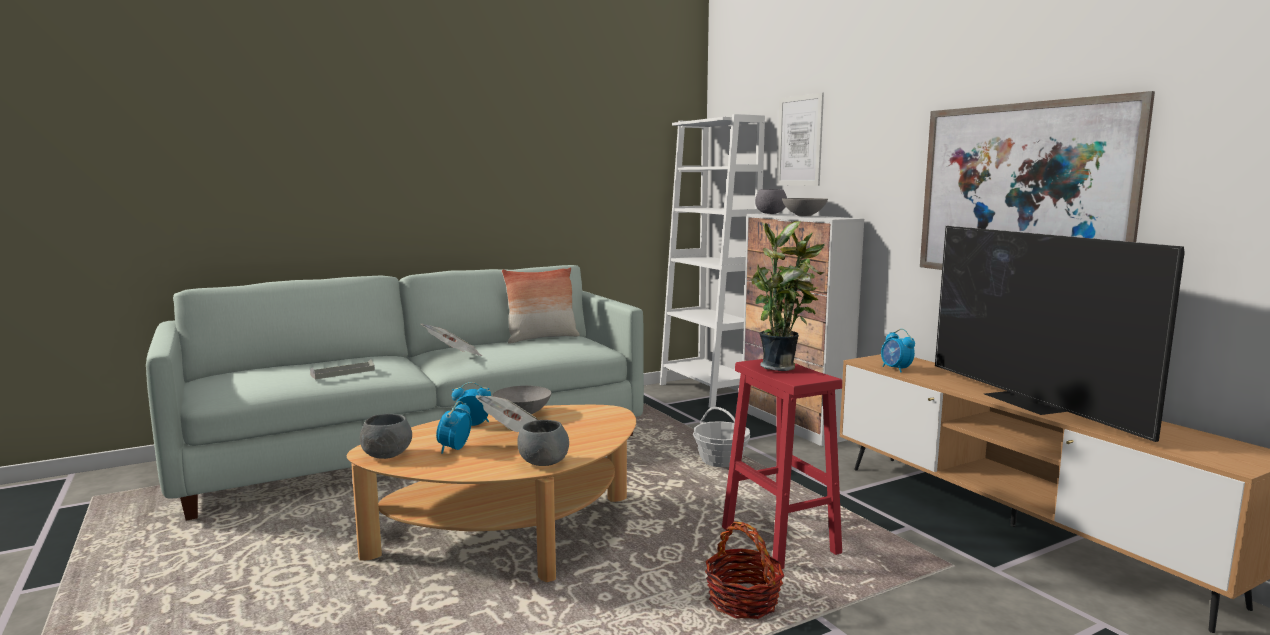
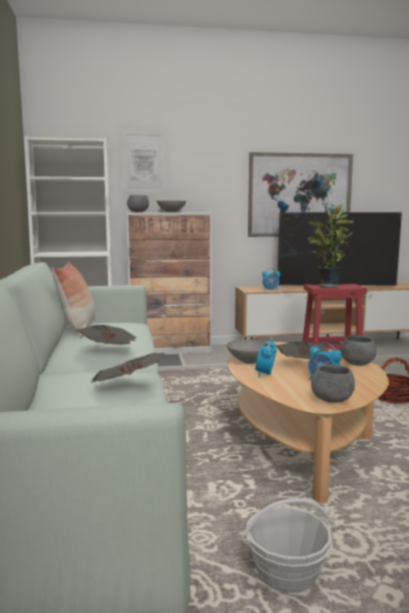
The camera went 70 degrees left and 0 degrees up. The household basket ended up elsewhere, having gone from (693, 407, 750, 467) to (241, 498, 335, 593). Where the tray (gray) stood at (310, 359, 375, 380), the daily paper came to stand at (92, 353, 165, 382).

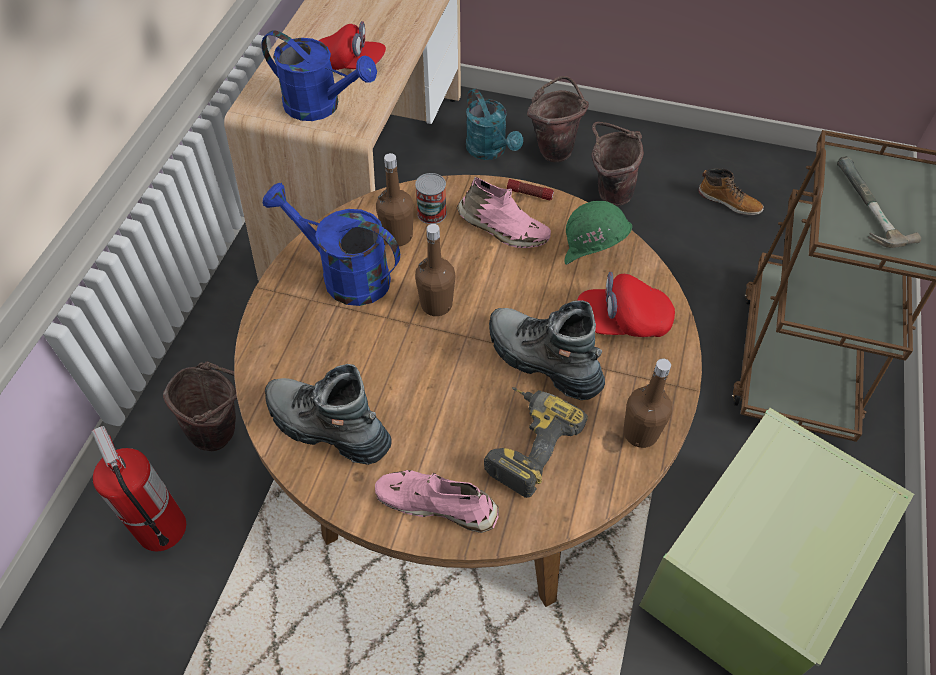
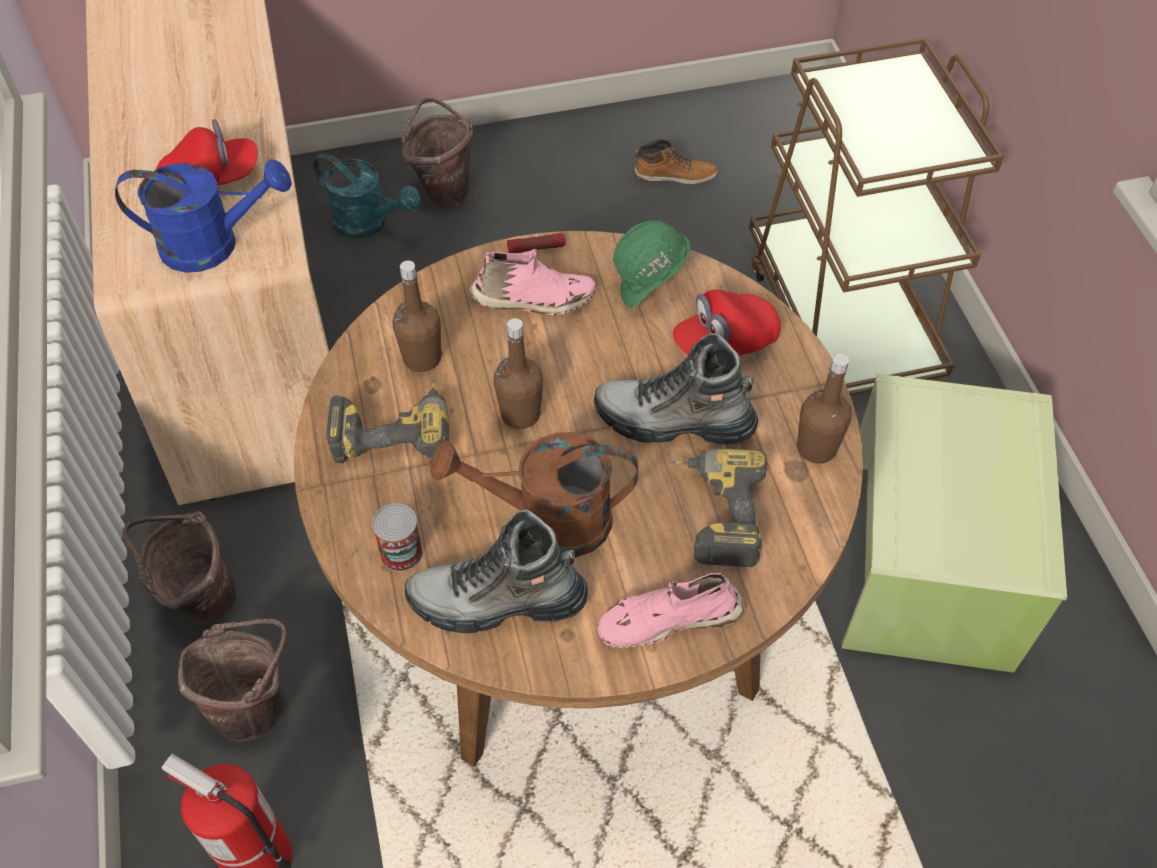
The camera went 30 degrees left and 0 degrees up. The second view lost the tool hammer at (837, 156, 921, 248). The second view gained the watering pot (brown-coloured) at (430, 432, 638, 557). The can ended up elsewhere, having gone from (415, 173, 447, 224) to (372, 503, 423, 572). The pail (brown-coloured) ended up elsewhere, having gone from (591, 122, 644, 206) to (122, 511, 237, 622). Where the watering pot (blue-coloured) stood at (263, 183, 400, 306), the drill came to stand at (326, 378, 449, 463).

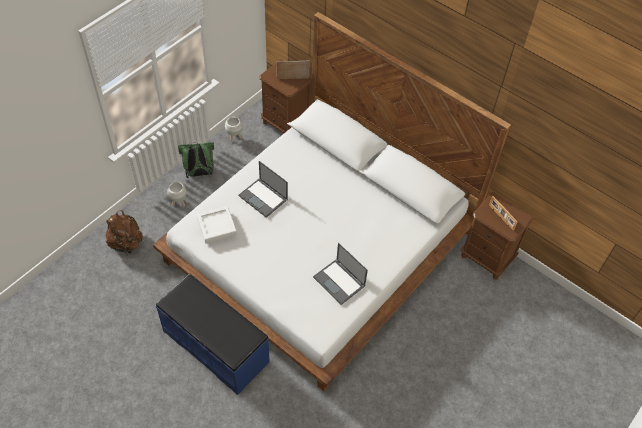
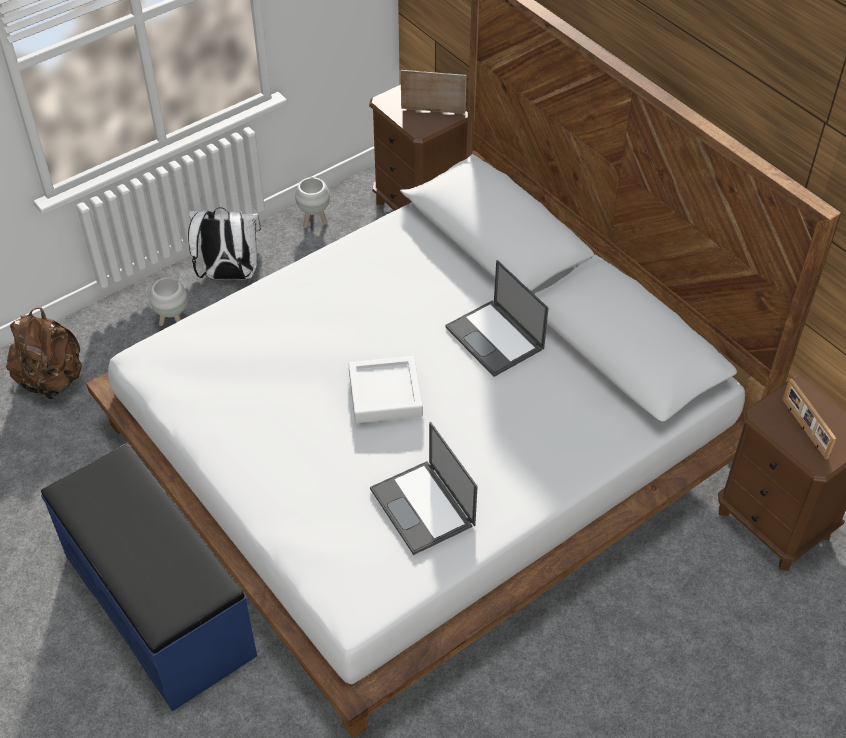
The camera went 15 degrees right and 5 degrees down. The tray (white-coloured) ended up elsewhere, having gone from (197, 206, 237, 244) to (348, 356, 423, 423). The laptop ended up elsewhere, having gone from (239, 161, 288, 218) to (445, 260, 548, 377). What was the backpack (green-coloured) at (178, 142, 214, 178) turned into the backpack (white-coloured) at (188, 207, 261, 279).

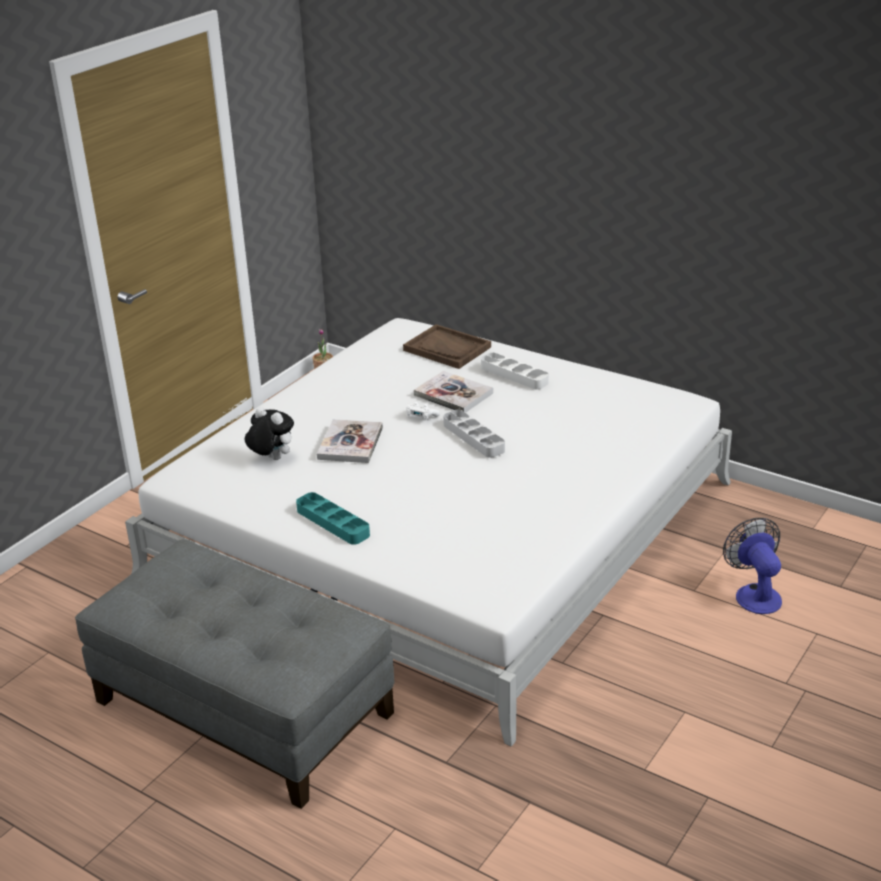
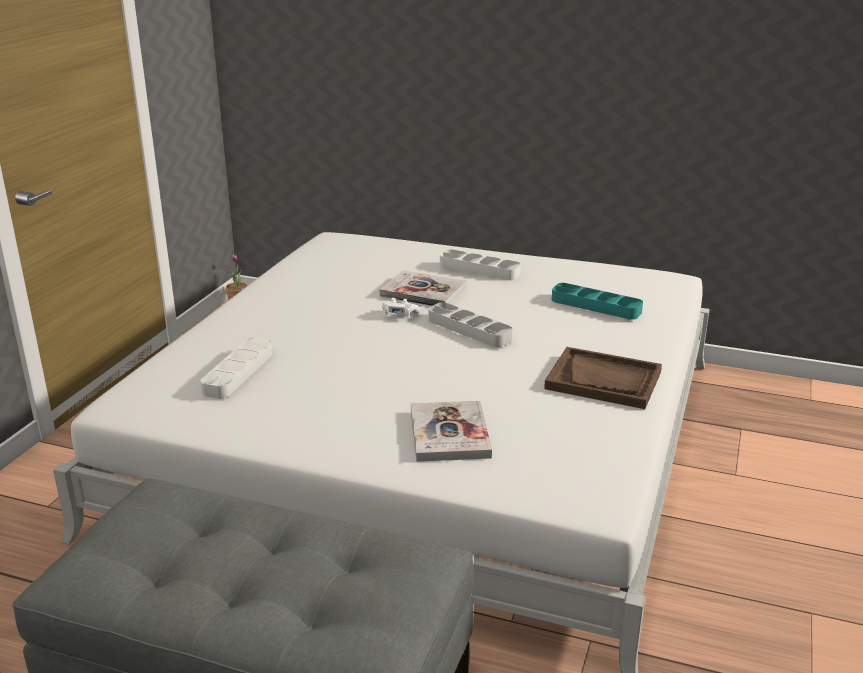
The camera went 15 degrees left and 5 degrees down. The second view lost the electric fan at (723, 518, 782, 614). The tray (turquoise-coloured) ended up elsewhere, having gone from (296, 492, 370, 545) to (552, 283, 643, 320). The book ended up elsewhere, having gone from (317, 419, 383, 463) to (411, 401, 492, 462). The tray (brown-coloured) ended up elsewhere, having gone from (403, 324, 491, 369) to (544, 347, 662, 409). Where the soft toy stood at (245, 407, 294, 460), the tray (white-coloured) came to stand at (200, 338, 272, 399).

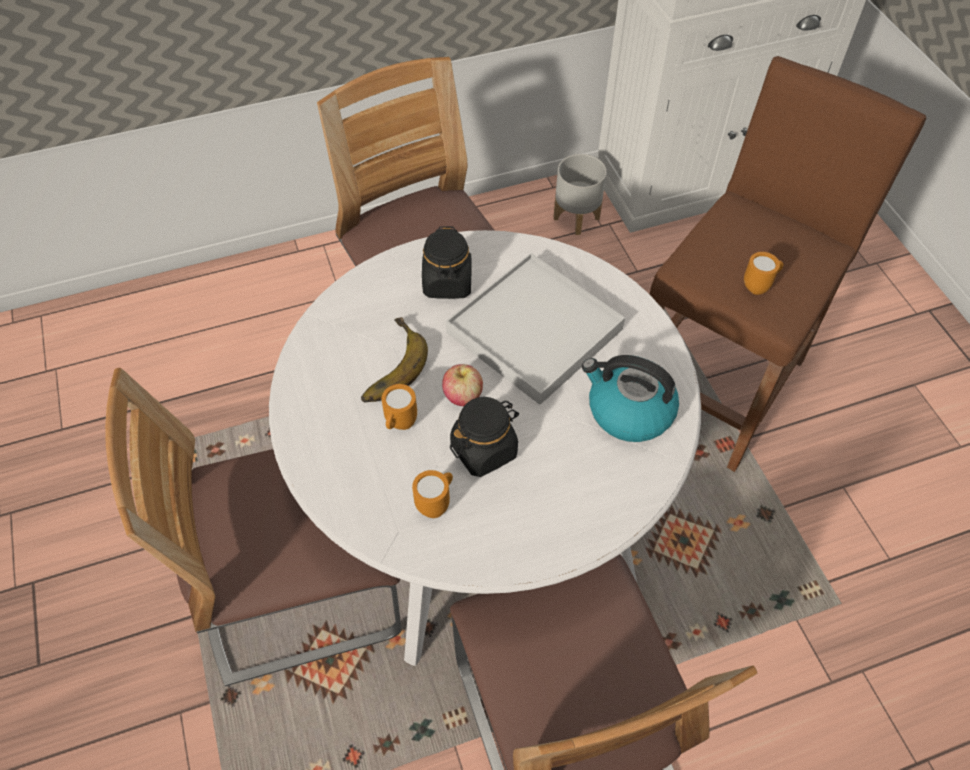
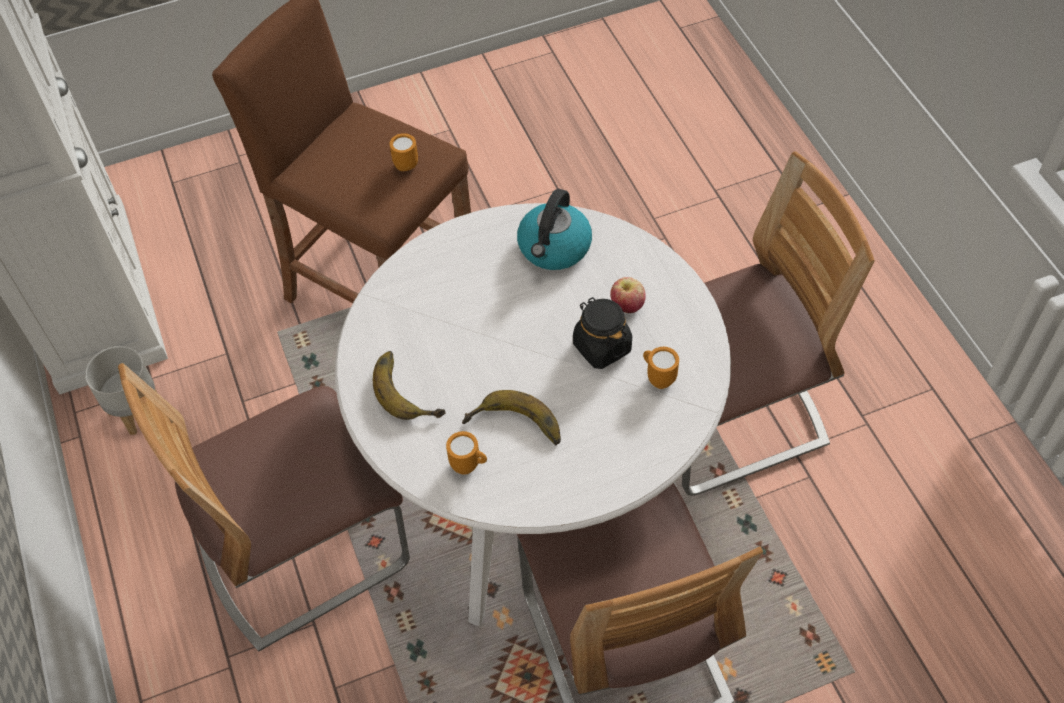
The camera went 90 degrees left and 0 degrees up. The second view lost the tray (white-coloured) at (446, 253, 625, 405). The coffee mug (orange) ended up elsewhere, having gone from (382, 384, 417, 430) to (446, 431, 487, 475). The apple ended up elsewhere, having gone from (442, 364, 483, 406) to (610, 277, 646, 313). Where the jar (black) stood at (422, 226, 472, 299), the banana came to stand at (373, 351, 446, 420).

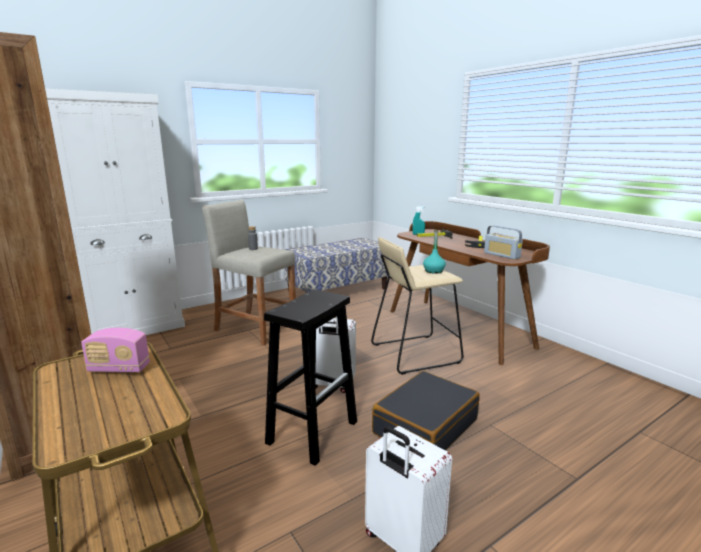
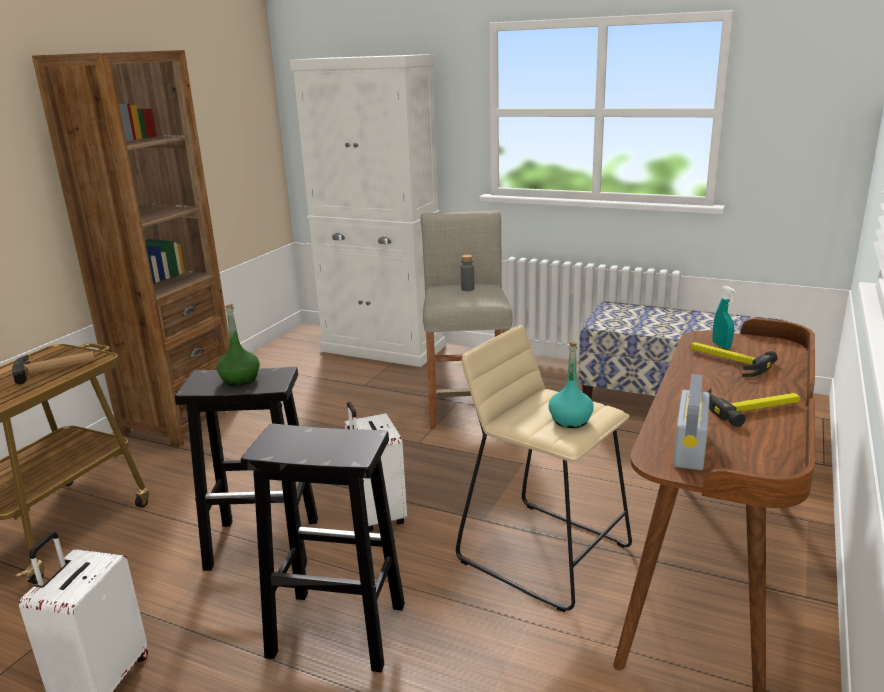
The camera went 60 degrees right and 5 degrees up. The second view gained the beverage bottle (green-coloured) at (216, 304, 260, 386). Where the radio set stood at (81, 328, 150, 372), the tool hammer came to stand at (12, 351, 95, 385). Where the travel case (black) stood at (372, 371, 480, 451), the sitting stool (black) came to stand at (241, 424, 405, 672).

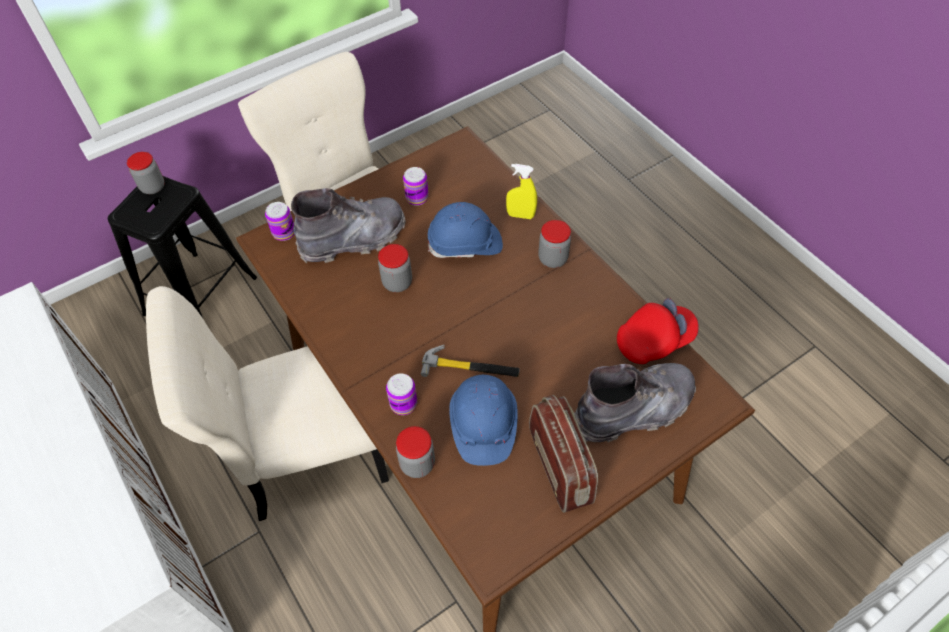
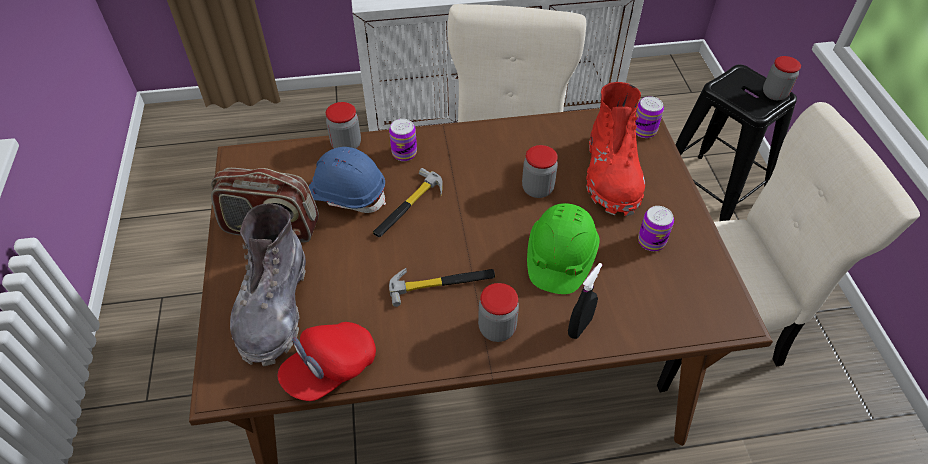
The camera went 115 degrees right and 5 degrees down. The second view gained the tool hammer at (389, 268, 495, 307). What was the tall boot (gray) at (291, 188, 406, 263) turned into the tall boot (reddish) at (586, 82, 645, 216). What was the hard hat (blue-coloured) at (428, 202, 503, 258) turned into the hard hat (green-coloured) at (527, 203, 600, 294). What was the hand sprayer (yellowish) at (506, 164, 537, 219) turned into the hand sprayer (black) at (568, 263, 602, 339). The cap (reddish) at (617, 298, 699, 364) ended up facing another way, 45 degrees clockwise from before.

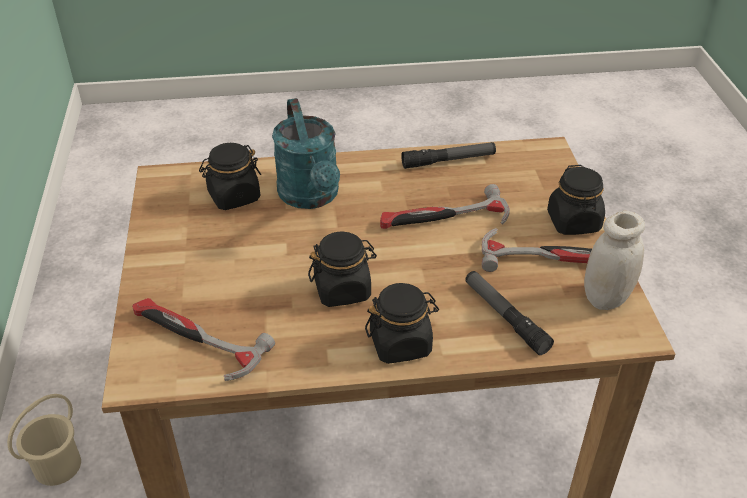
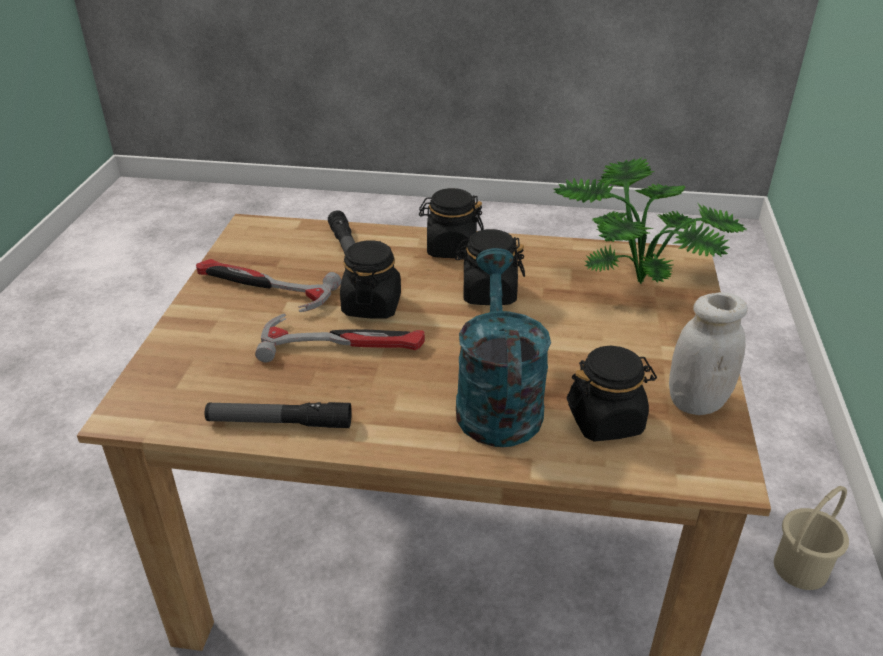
The camera went 165 degrees left and 5 degrees down. The jar (black) ended up elsewhere, having gone from (547, 165, 605, 235) to (340, 240, 401, 319). The jar (white-coloured) ended up elsewhere, having gone from (584, 211, 645, 310) to (669, 292, 748, 415). Where the tool hammer stood at (132, 298, 275, 381), the plant in a pot came to stand at (554, 158, 746, 284).

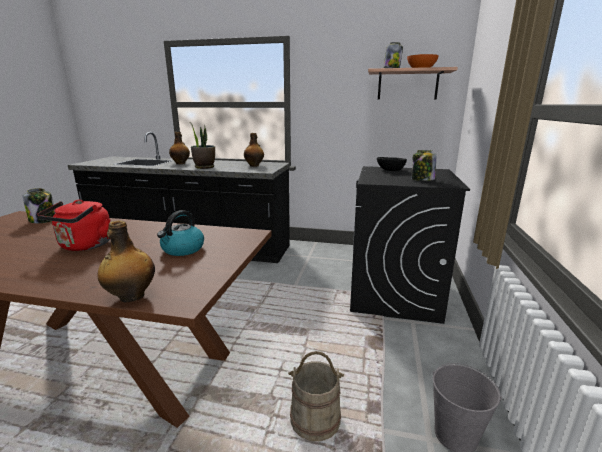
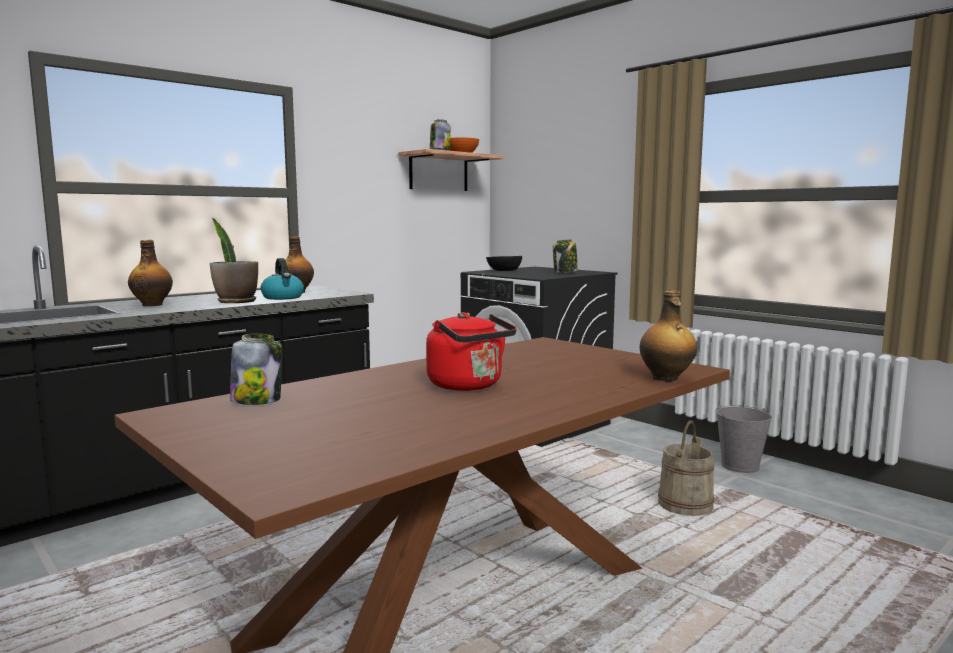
The camera went 55 degrees left and 10 degrees down. The tea kettle ended up elsewhere, having gone from (157, 210, 204, 256) to (261, 258, 304, 300).

